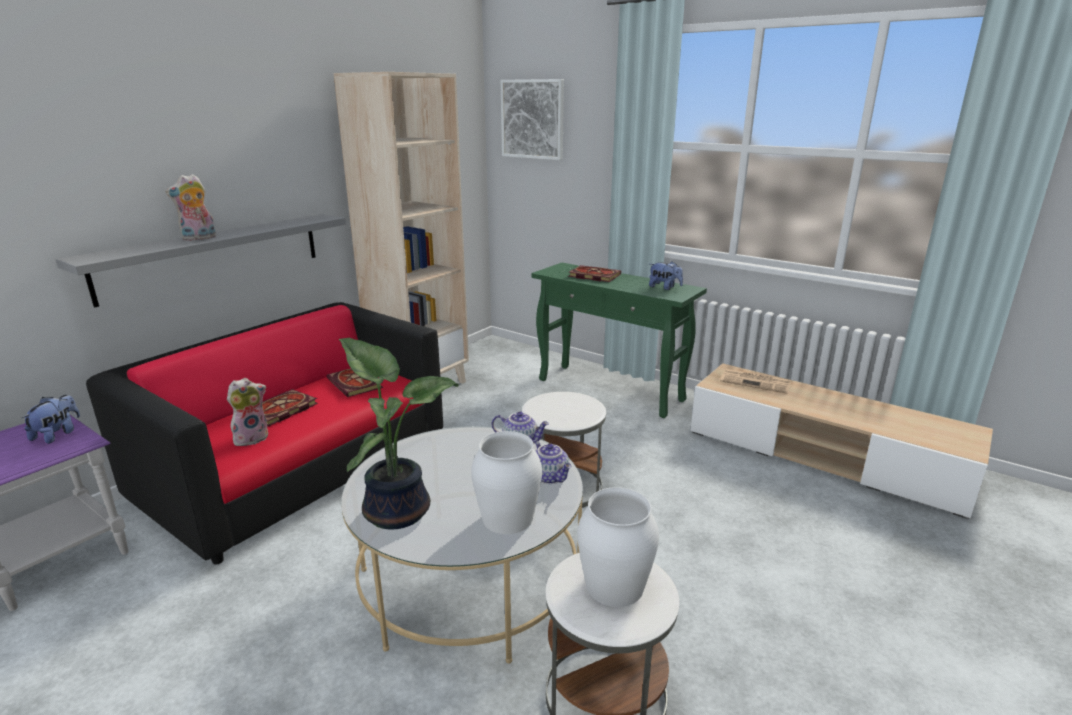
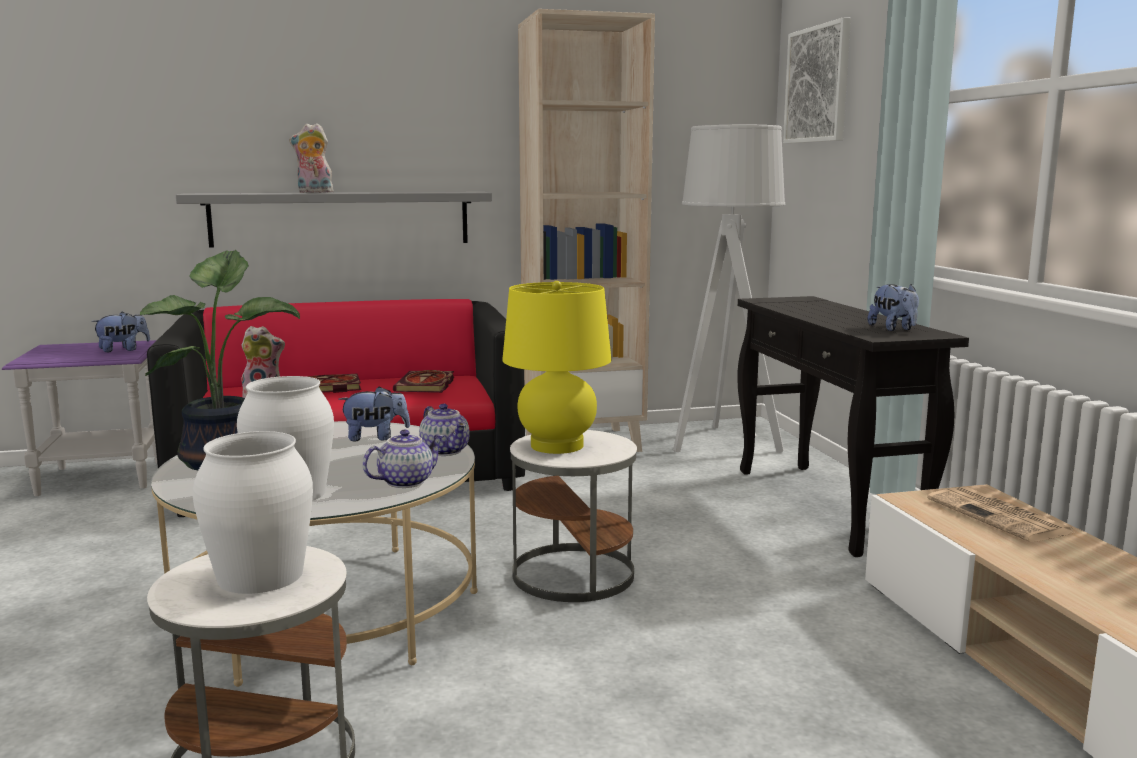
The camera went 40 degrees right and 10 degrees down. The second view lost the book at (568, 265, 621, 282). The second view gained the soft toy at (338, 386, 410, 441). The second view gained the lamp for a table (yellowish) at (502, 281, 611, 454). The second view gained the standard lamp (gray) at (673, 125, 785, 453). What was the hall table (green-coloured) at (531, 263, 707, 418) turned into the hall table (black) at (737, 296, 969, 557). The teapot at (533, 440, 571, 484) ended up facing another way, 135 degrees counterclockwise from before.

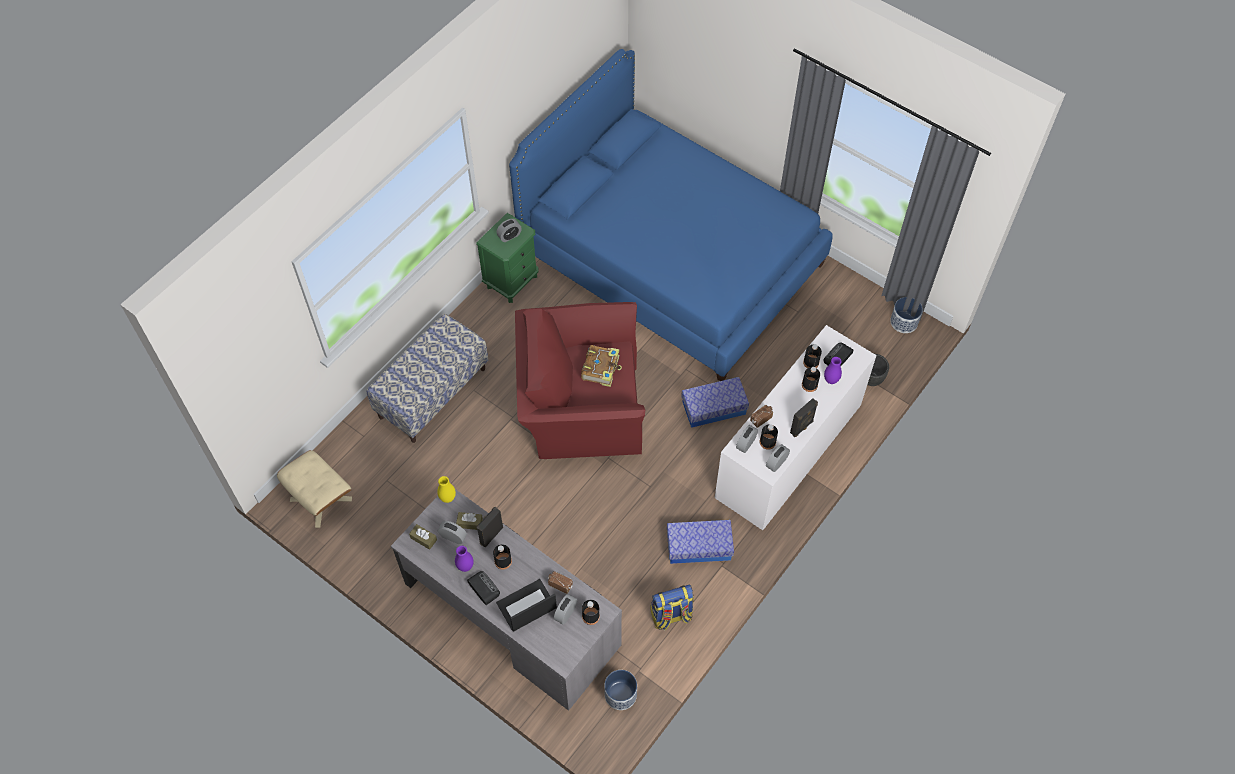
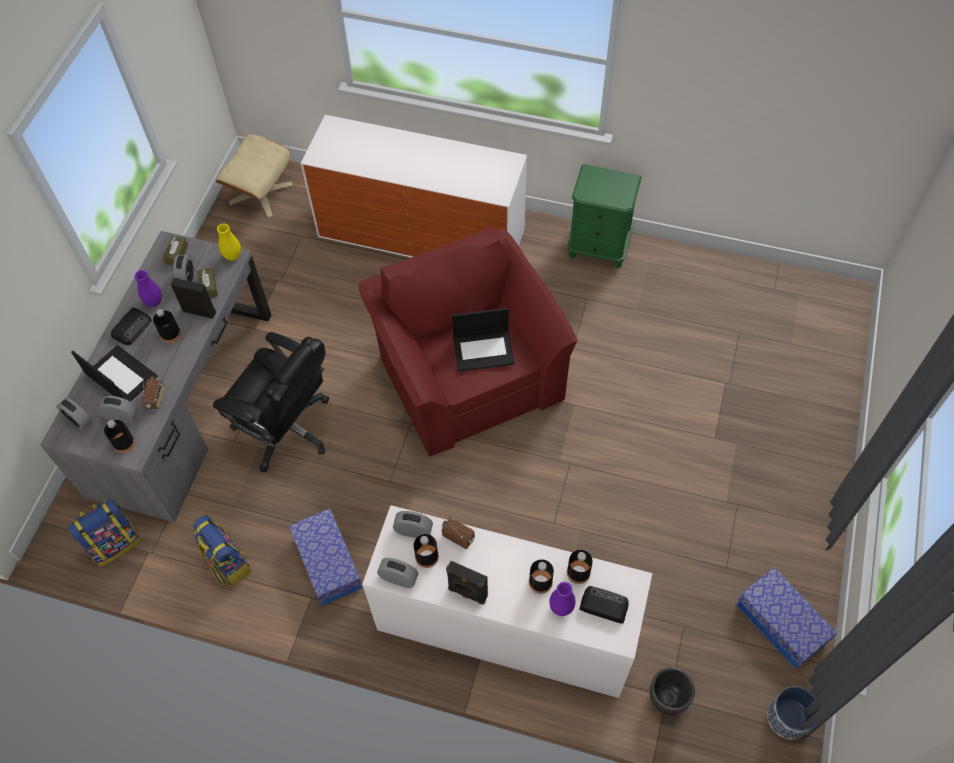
The camera went 70 degrees right and 0 degrees up. The second view lost the bed (blue-coloured) at (509, 49, 833, 381). The second view gained the desk chair (black) at (213, 332, 329, 472). The alarm clock ended up elsewhere, having gone from (497, 219, 522, 242) to (56, 397, 93, 430). The storage box ended up elsewhere, having gone from (681, 377, 749, 428) to (737, 567, 837, 668). Where the long seat stood at (367, 313, 488, 443), the dresser came to stand at (301, 115, 527, 257). Where the book stood at (581, 345, 622, 387), the laptop came to stand at (452, 308, 515, 372). Where the planter stood at (604, 670, 637, 710), the backpack came to stand at (68, 499, 141, 567).

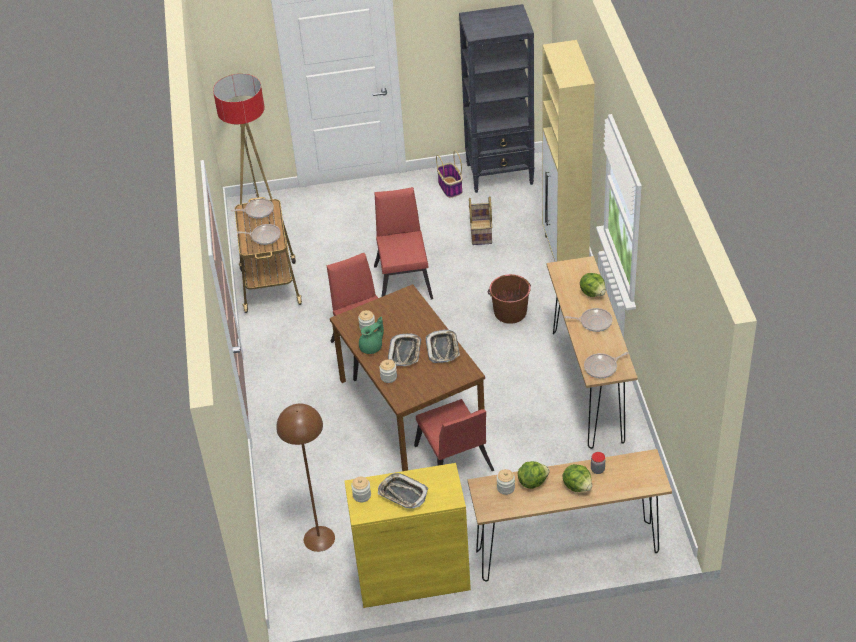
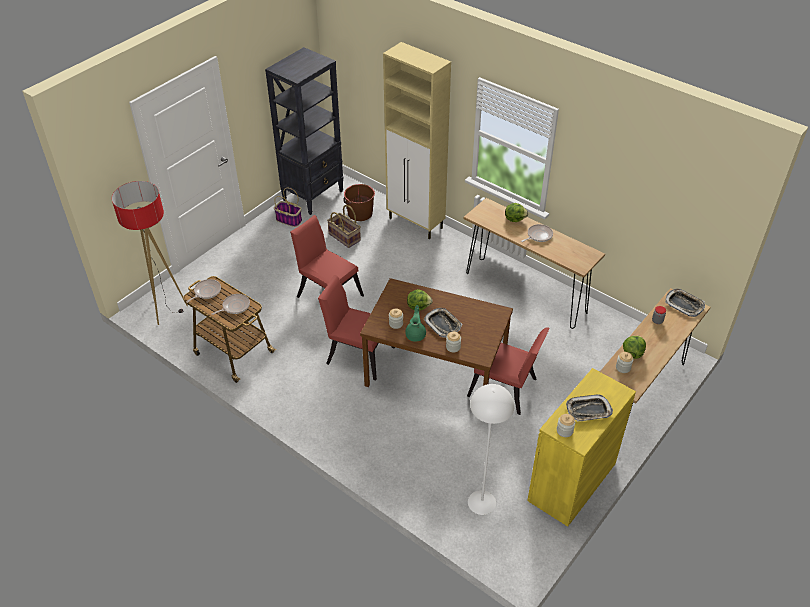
The camera went 45 degrees left and 0 degrees up. The second view lost the frying pan at (584, 352, 629, 378). The tray ended up elsewhere, having gone from (426, 330, 460, 363) to (665, 289, 705, 317). The pail (brown-coloured) ended up elsewhere, having gone from (488, 274, 531, 324) to (343, 184, 375, 221). The head of lettuce ended up elsewhere, having gone from (562, 464, 592, 492) to (407, 289, 433, 311). What was the standard lamp (brown-coloured) at (276, 404, 335, 552) turned into the standard lamp (white-coloured) at (468, 384, 514, 515).

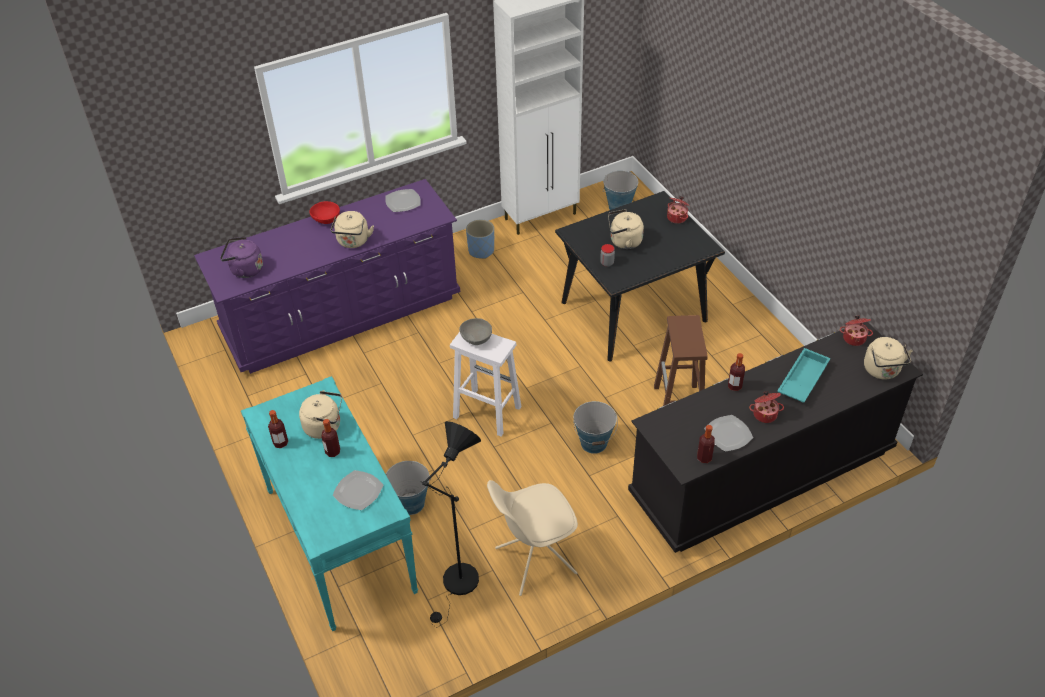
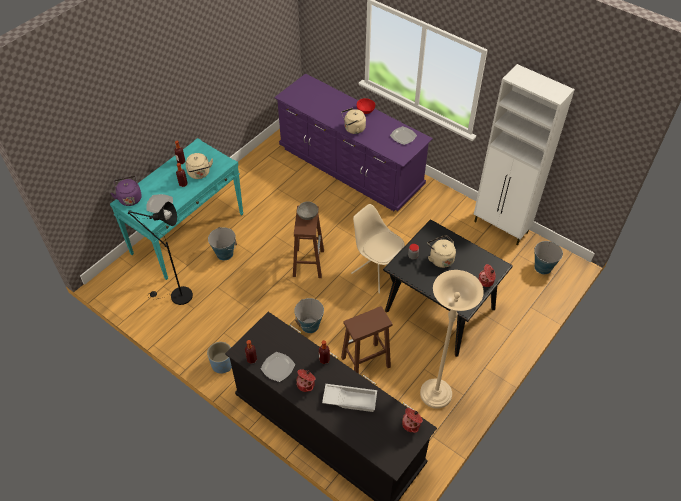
The camera went 65 degrees right and 5 degrees up. The second view lost the tea kettle (beige) at (864, 337, 913, 380). The second view gained the standard lamp (beige) at (420, 270, 484, 409). The tea kettle (purplish) ended up elsewhere, having gone from (220, 237, 263, 278) to (110, 176, 142, 206). The planter (blue-coloured) ended up elsewhere, having gone from (466, 220, 494, 259) to (207, 342, 232, 374). The upright chair (beige) ended up elsewhere, having gone from (487, 480, 578, 596) to (351, 204, 405, 294). What was the sitting stool (white-coloured) at (450, 332, 521, 436) turned into the sitting stool (brown-coloured) at (293, 205, 324, 278). What was the tray (turquoise-coloured) at (777, 348, 831, 402) turned into the tray (white-coloured) at (322, 384, 377, 412).

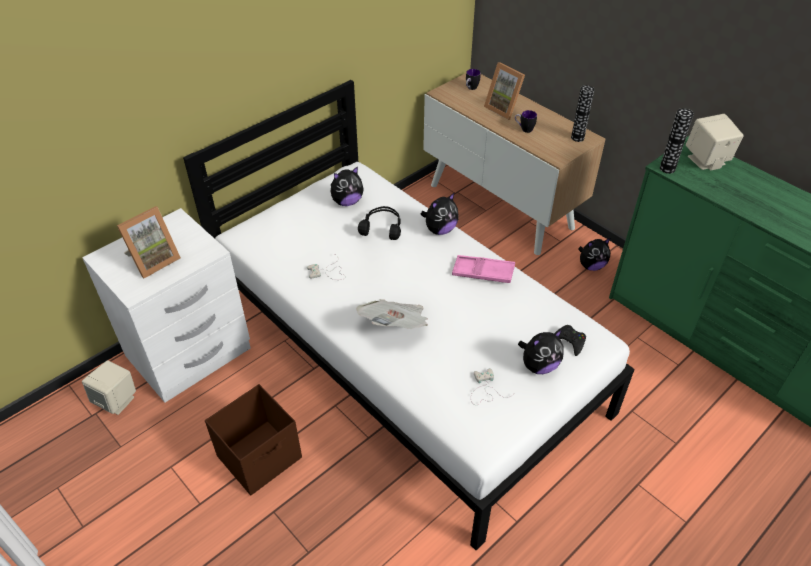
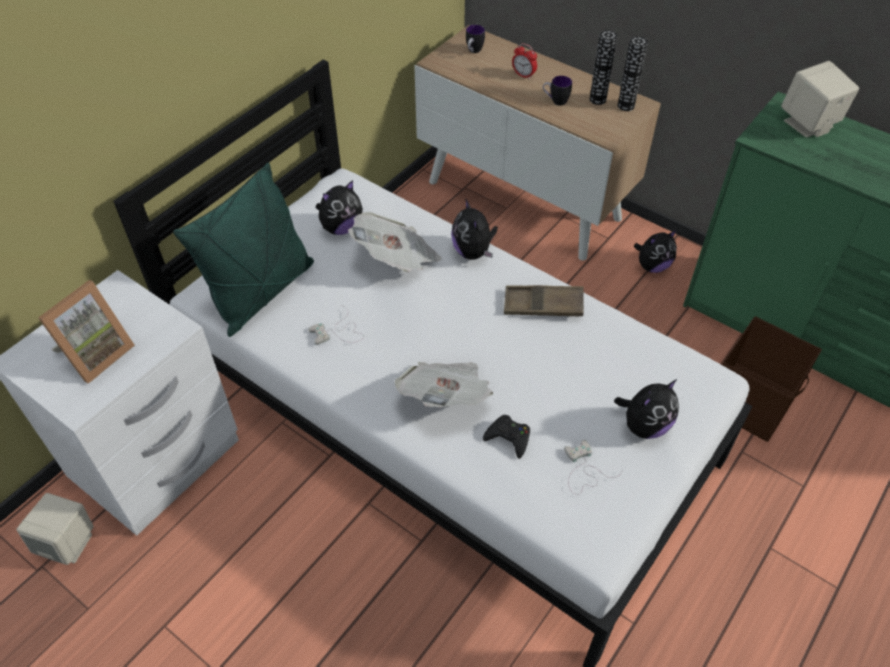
The camera went 10 degrees left and 5 degrees up. The second view gained the pillow (green-coloured) at (173, 162, 314, 337). The storage box (brown-coloured) ended up elsewhere, having gone from (205, 384, 302, 496) to (722, 316, 822, 442). The game controller (black) ended up elsewhere, having gone from (555, 325, 586, 356) to (483, 415, 530, 459). The vase ended up elsewhere, having gone from (660, 108, 694, 174) to (590, 30, 618, 105). Where the headphones (black) stood at (358, 206, 401, 240), the daily paper came to stand at (348, 212, 441, 272). Where the picture frame stood at (484, 62, 525, 120), the alarm clock came to stand at (512, 43, 537, 80). What was the tray (pink) at (452, 255, 515, 283) turned into the tray (brown-coloured) at (504, 285, 584, 316). The soft toy at (420, 193, 458, 235) ended up facing another way, 120 degrees clockwise from before.

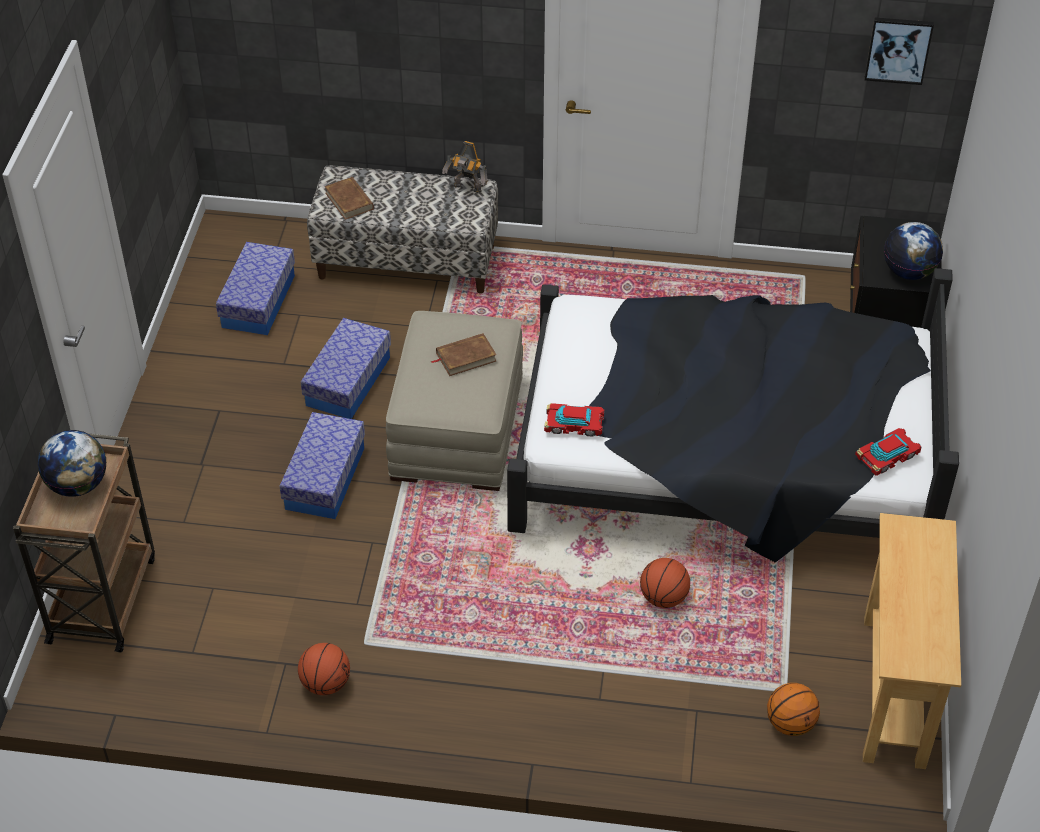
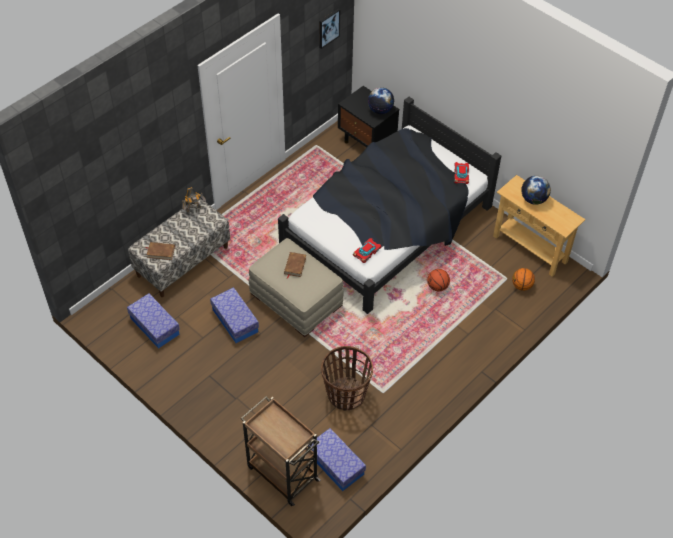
The camera went 55 degrees left and 5 degrees up. The second view lost the ball for basketball at (298, 643, 350, 695). The second view gained the household basket at (321, 346, 373, 411). The globe ended up elsewhere, having gone from (38, 430, 106, 497) to (521, 176, 551, 205). The storage box ended up elsewhere, having gone from (279, 412, 365, 519) to (308, 428, 366, 491).

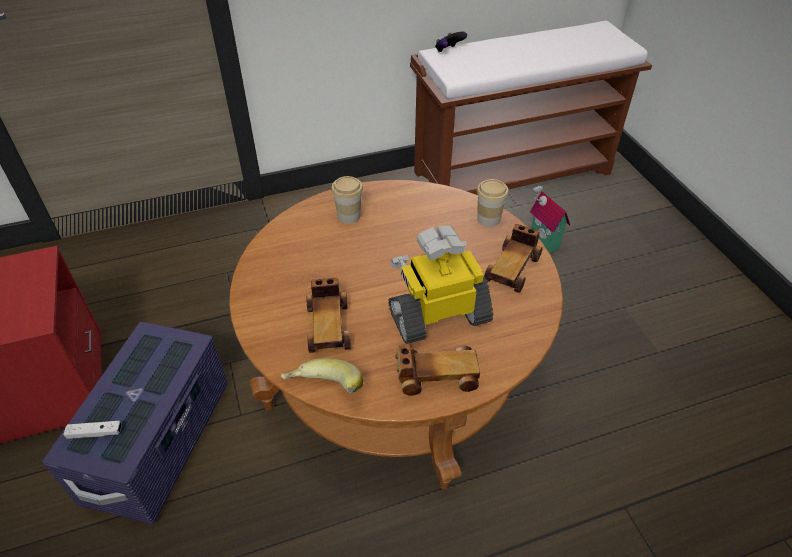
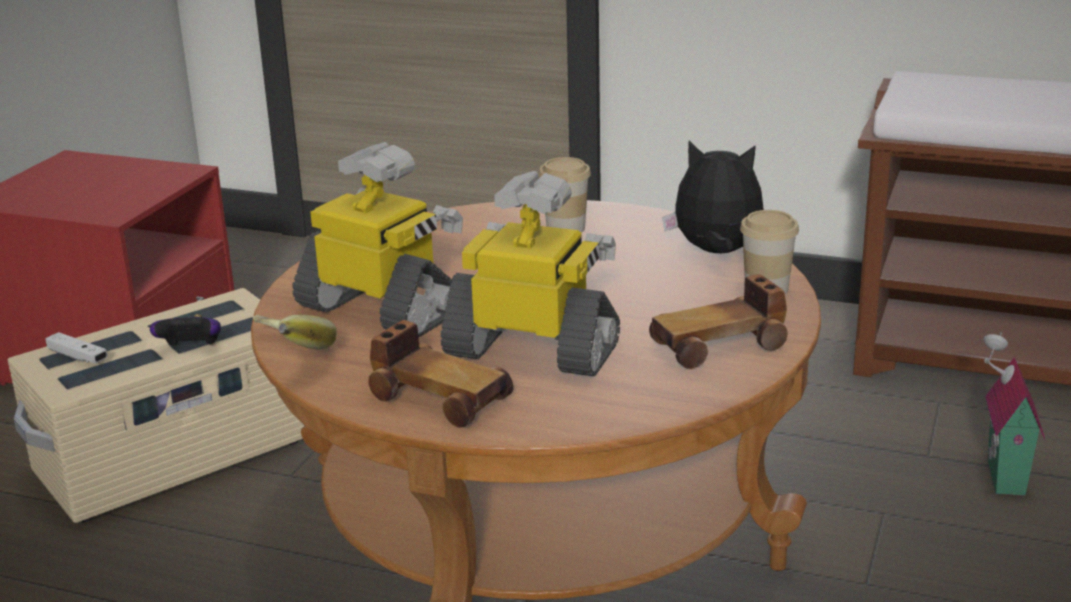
The camera went 40 degrees right and 20 degrees down. The second view gained the soft toy at (662, 141, 764, 253). The game controller ended up elsewhere, having gone from (435, 31, 467, 52) to (150, 314, 221, 346). Where the model car stood at (307, 278, 351, 353), the robot figure came to stand at (293, 142, 463, 337). What was the storage box (purplish) at (42, 322, 227, 525) turned into the storage box (beige) at (8, 288, 305, 523).

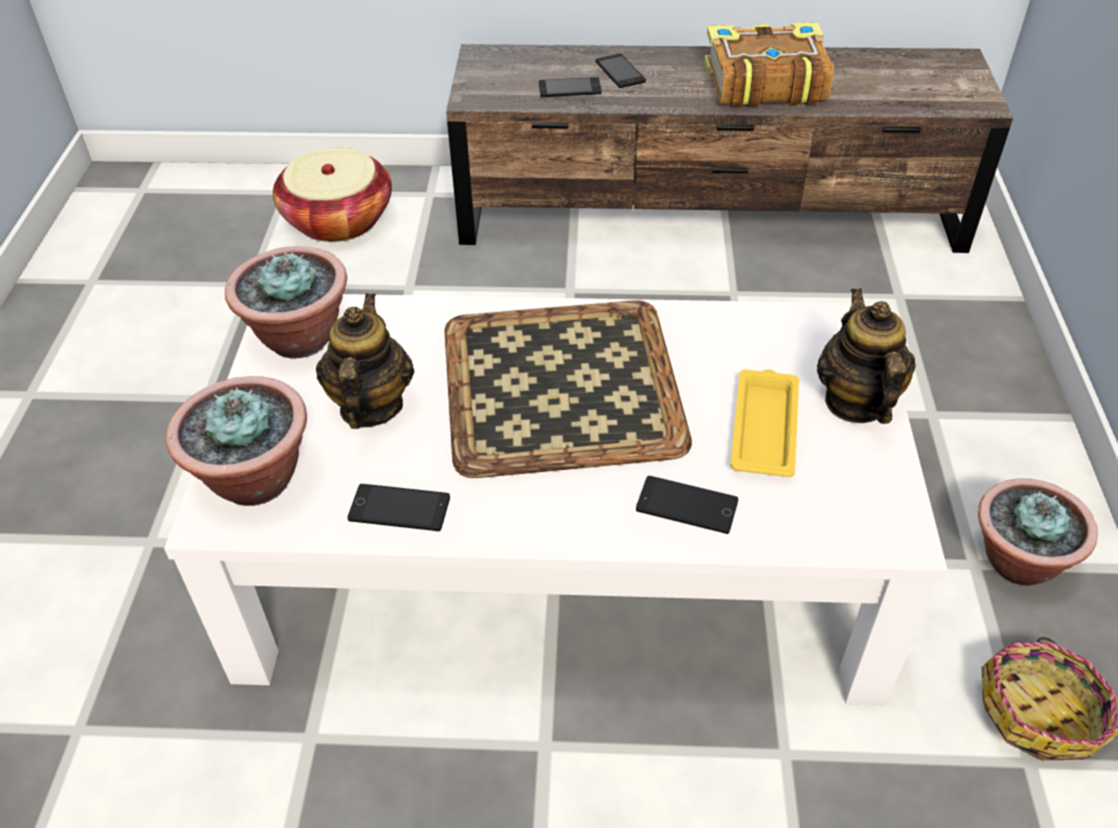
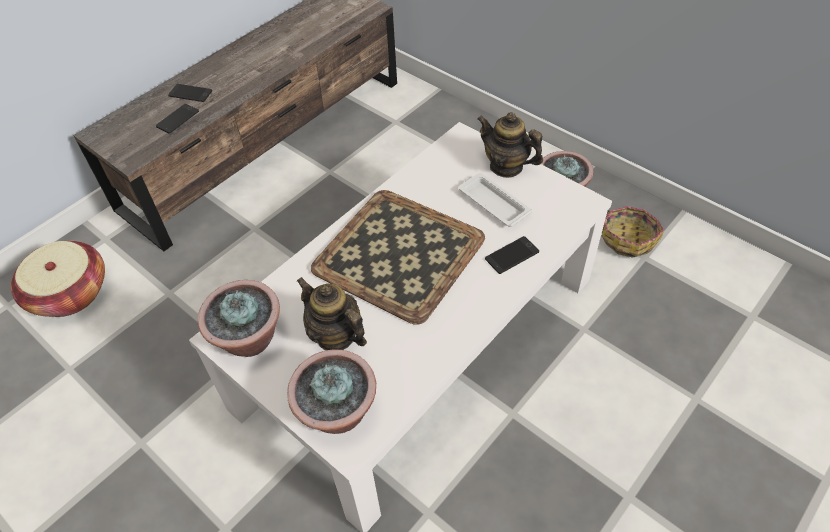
The camera went 50 degrees left and 5 degrees up. The second view lost the phone at (347, 484, 450, 531). The second view lost the book at (704, 22, 834, 107). What was the tray (yellowish) at (731, 369, 799, 477) turned into the tray (white-coloured) at (458, 173, 532, 227).

